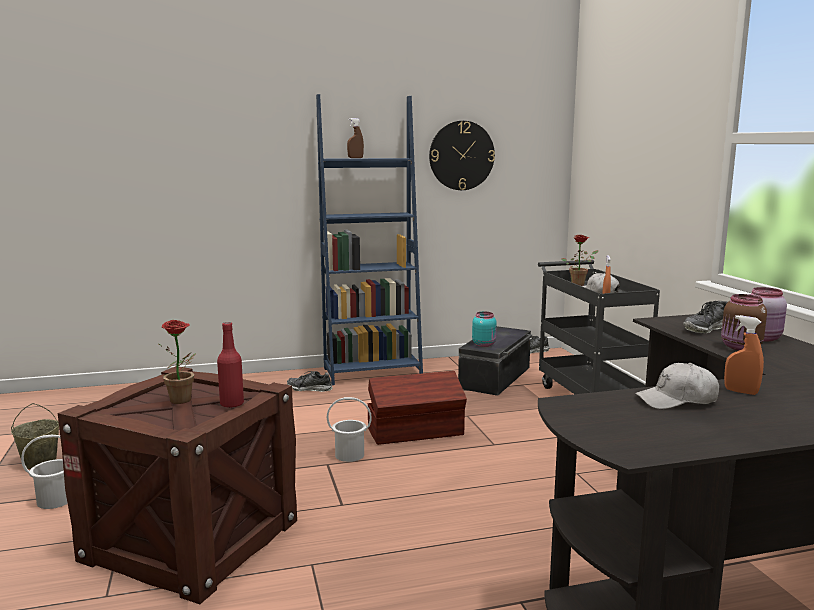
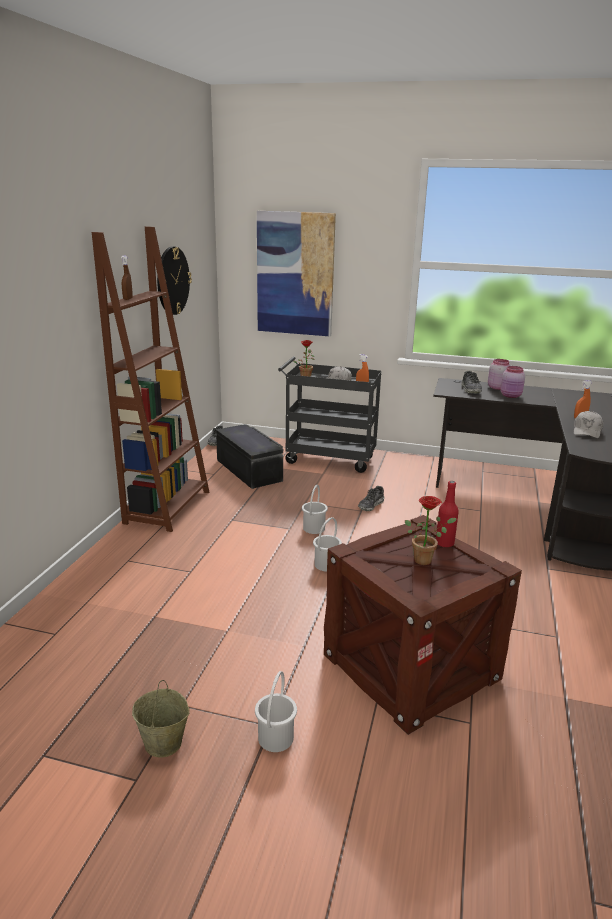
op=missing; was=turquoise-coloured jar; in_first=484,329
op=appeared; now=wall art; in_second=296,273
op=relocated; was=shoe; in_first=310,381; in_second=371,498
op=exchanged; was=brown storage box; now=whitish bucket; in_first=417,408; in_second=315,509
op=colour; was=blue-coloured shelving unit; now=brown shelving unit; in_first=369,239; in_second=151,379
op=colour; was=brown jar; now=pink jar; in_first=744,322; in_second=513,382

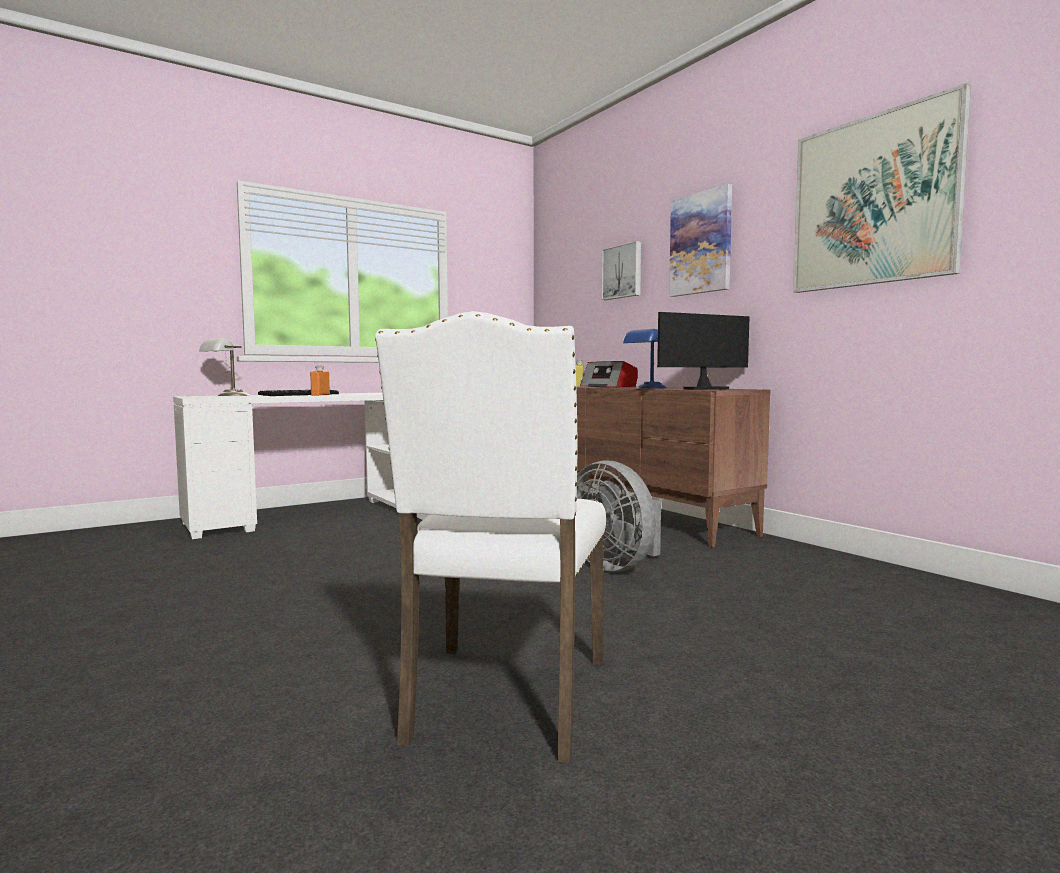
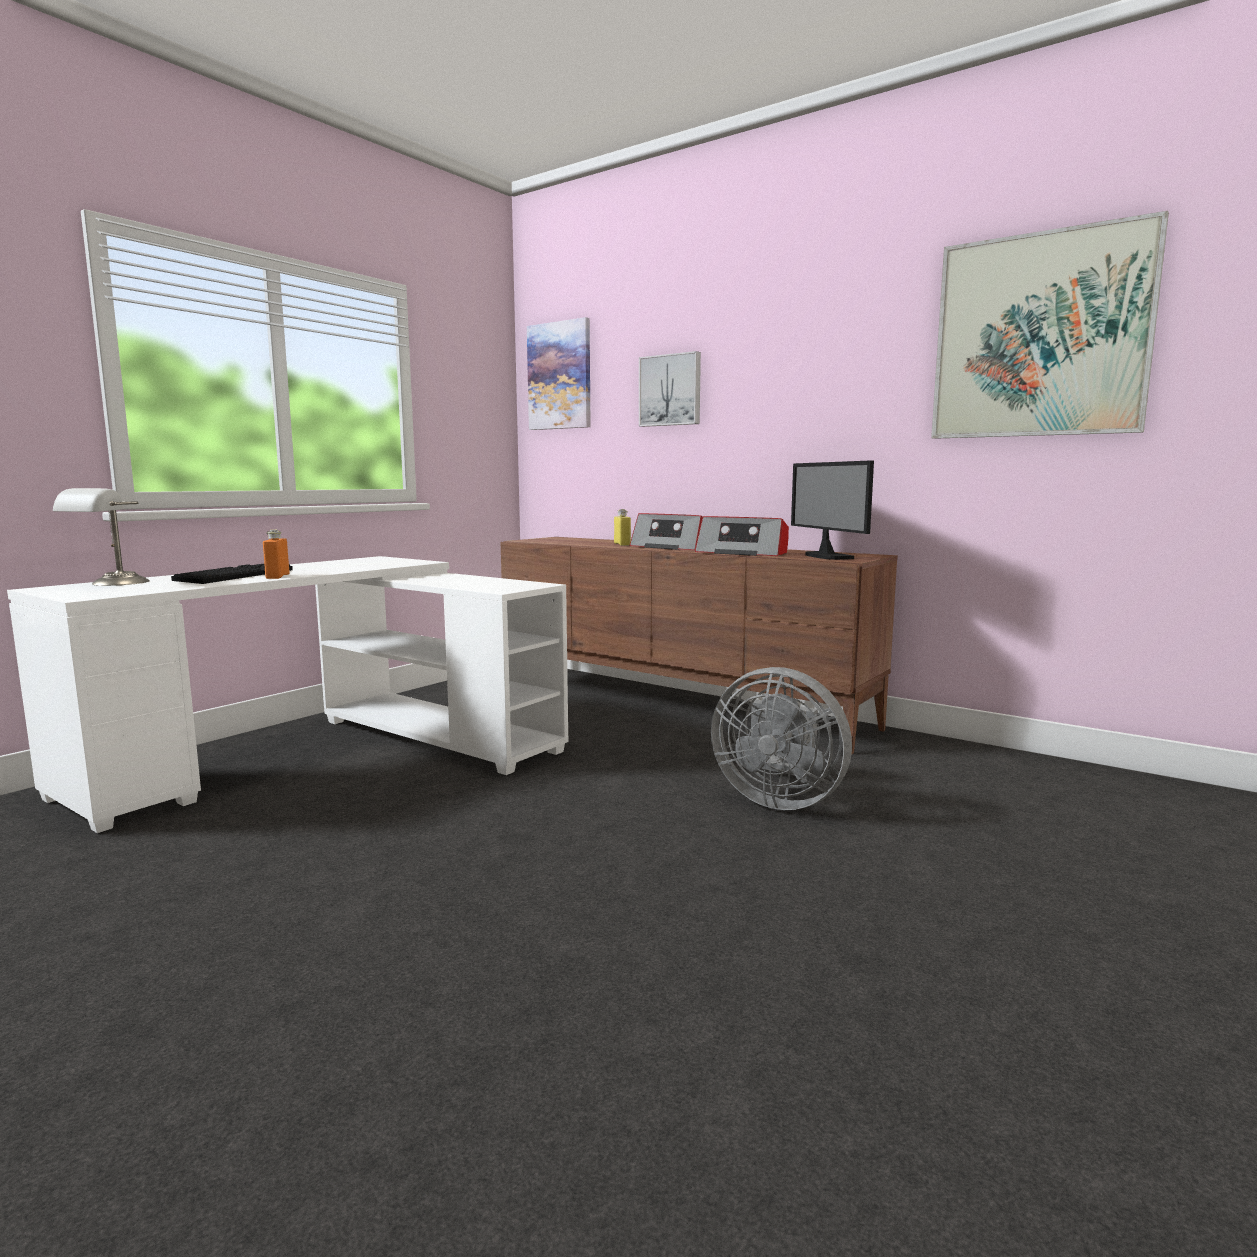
op=missing; was=whitish upright chair; in_first=490,537
op=relocated; was=wall art; in_first=700,240; in_second=559,373
op=exchanged; was=blue-coloured lamp for a table; now=radio set; in_first=645,358; in_second=742,536
op=spun; was=computer screen; in_first=703,351; in_second=832,510; clockwise=-60

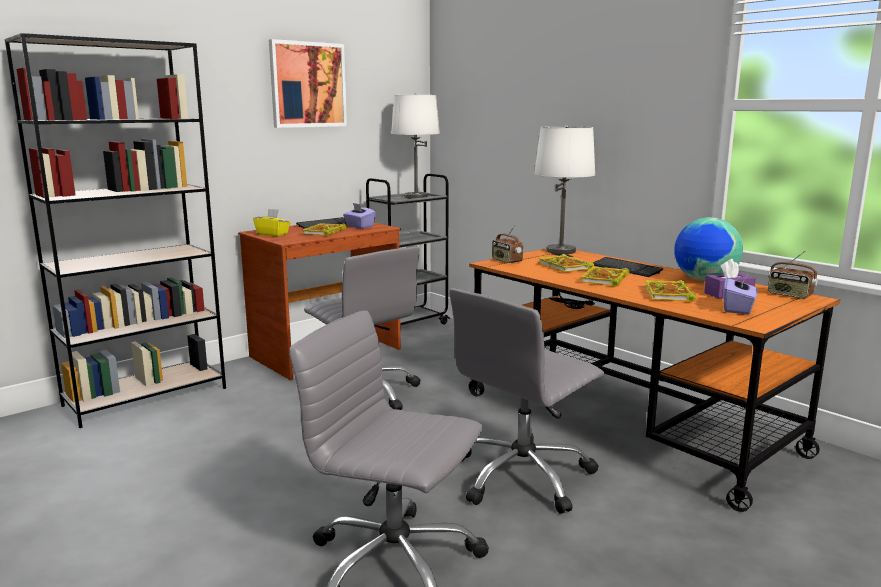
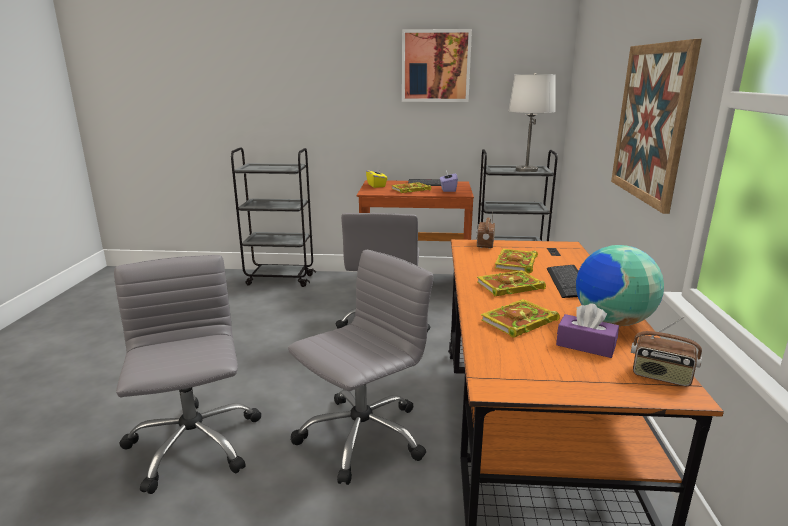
op=missing; was=whitish lamp for a table; in_first=564,189
op=missing; was=purple tissue box; in_first=740,293
op=appeared; now=wall art; in_second=656,126
op=exchanged; was=beige-coloured shelving unit; now=greyish cart; in_first=115,230; in_second=273,217
op=spun; was=greyish desk chair; in_first=526,401; in_second=361,367; clockwise=135
op=spun; was=radio set; in_first=793,275; in_second=666,351; clockwise=-60

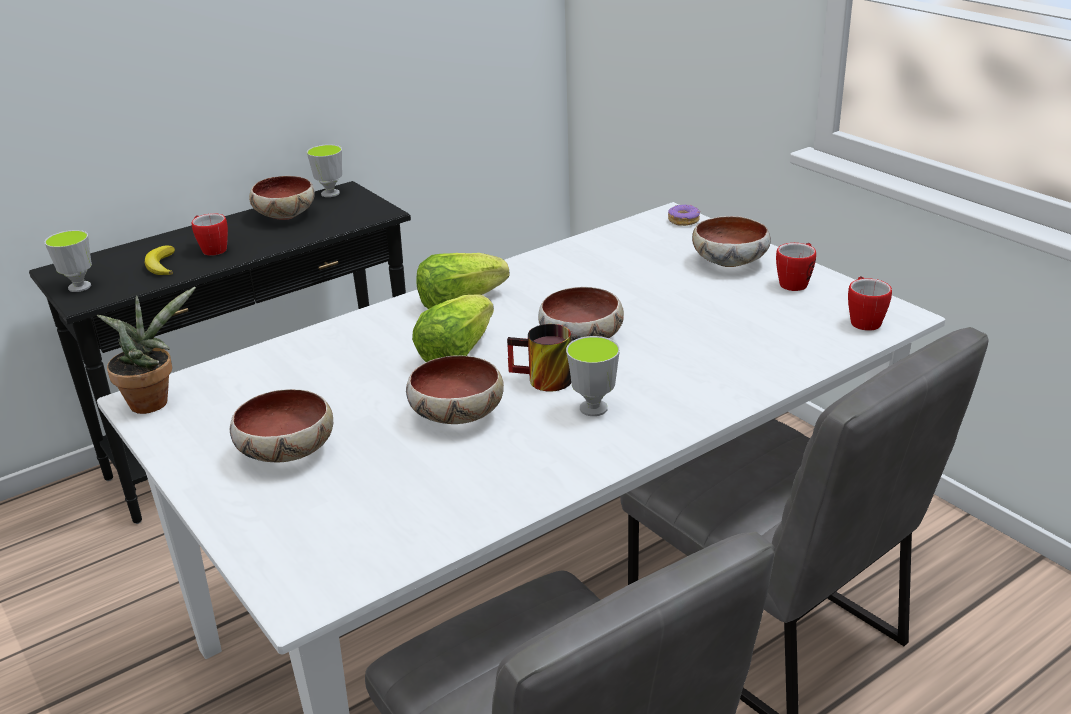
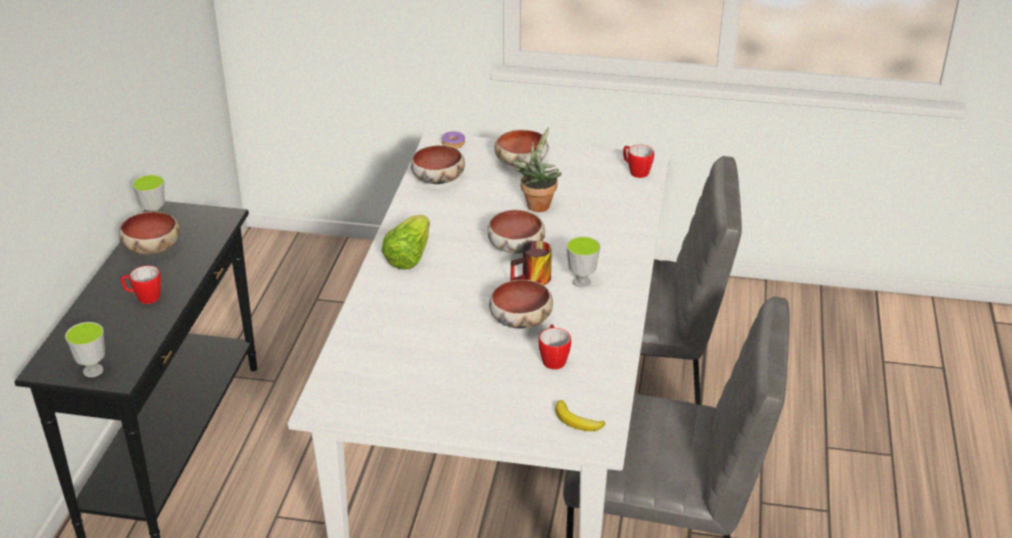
op=missing; was=head of lettuce; in_first=453,328
op=relocated; was=potted plant; in_first=146,350; in_second=537,169
op=relocated; was=banana; in_first=160,260; in_second=580,415
op=relocated; was=bowl; in_first=281,425; in_second=438,164
op=relocated; was=mug; in_first=796,267; in_second=555,346

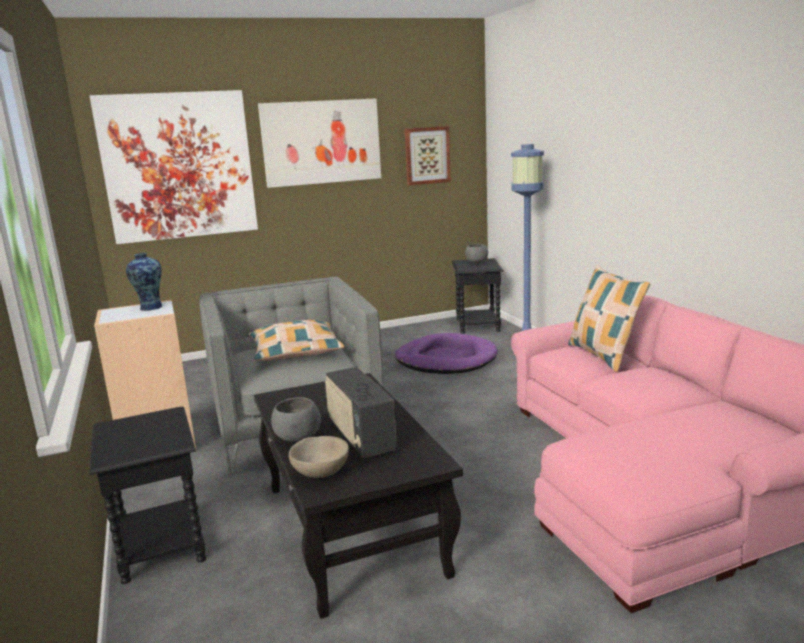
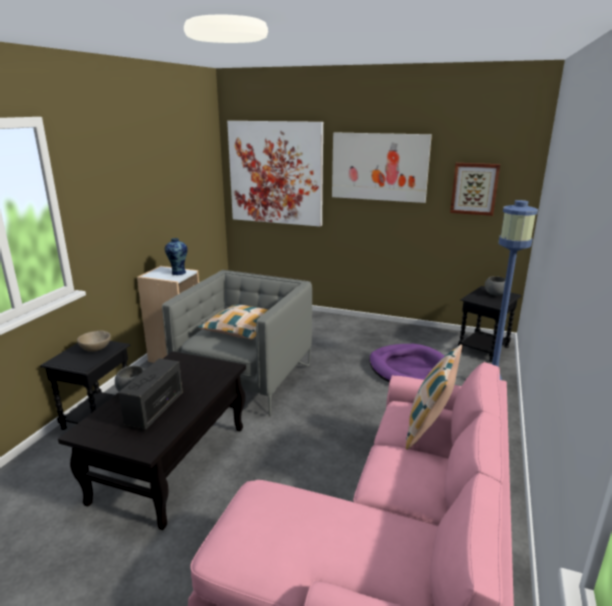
op=relocated; was=beige-coloured bowl; in_first=319,457; in_second=94,341

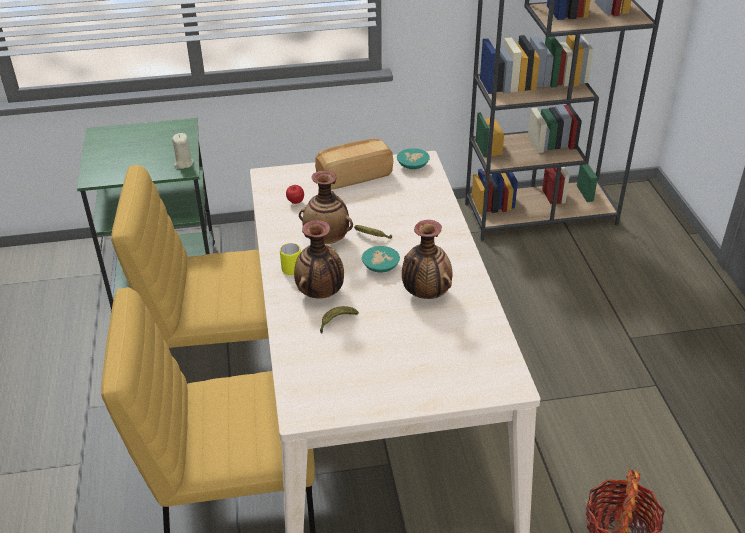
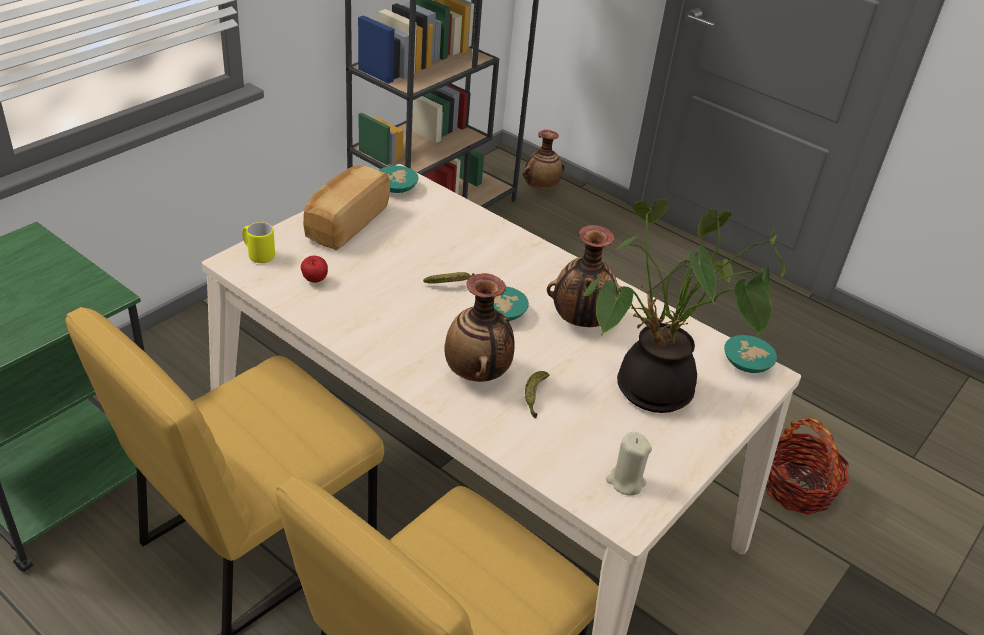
op=appeared; now=potted plant; in_second=684,306
op=appeared; now=turquoise-coloured bowl; in_second=750,354
op=relocated; was=beige-coloured wax light; in_first=182,151; in_second=629,464
op=relocated; was=yellowish mug; in_first=290,259; in_second=258,242
op=relocated; was=decorative vase; in_first=326,207; in_second=544,160

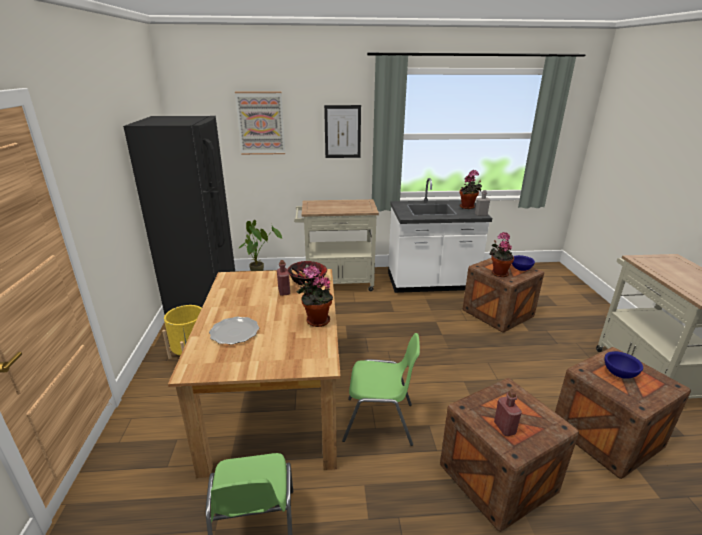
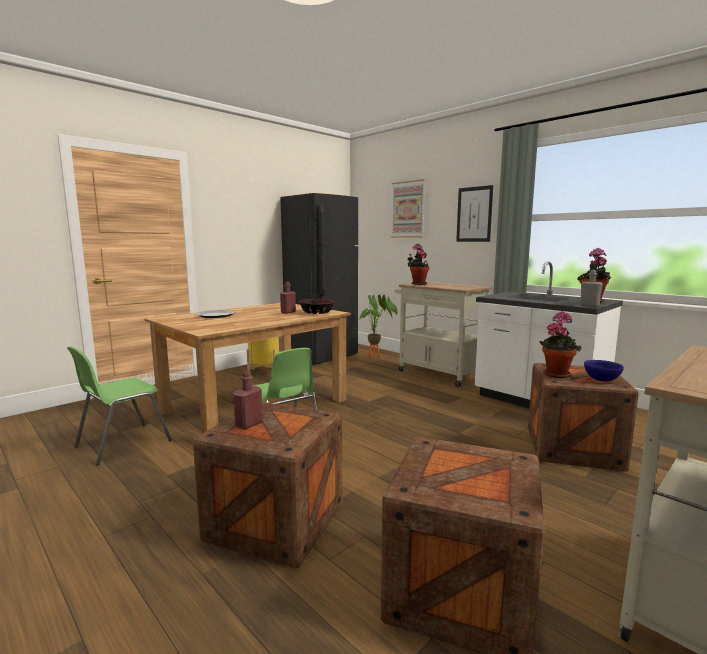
op=missing; was=blue-coloured bowl; in_first=624,365
op=relocated; was=potted plant; in_first=315,296; in_second=418,264

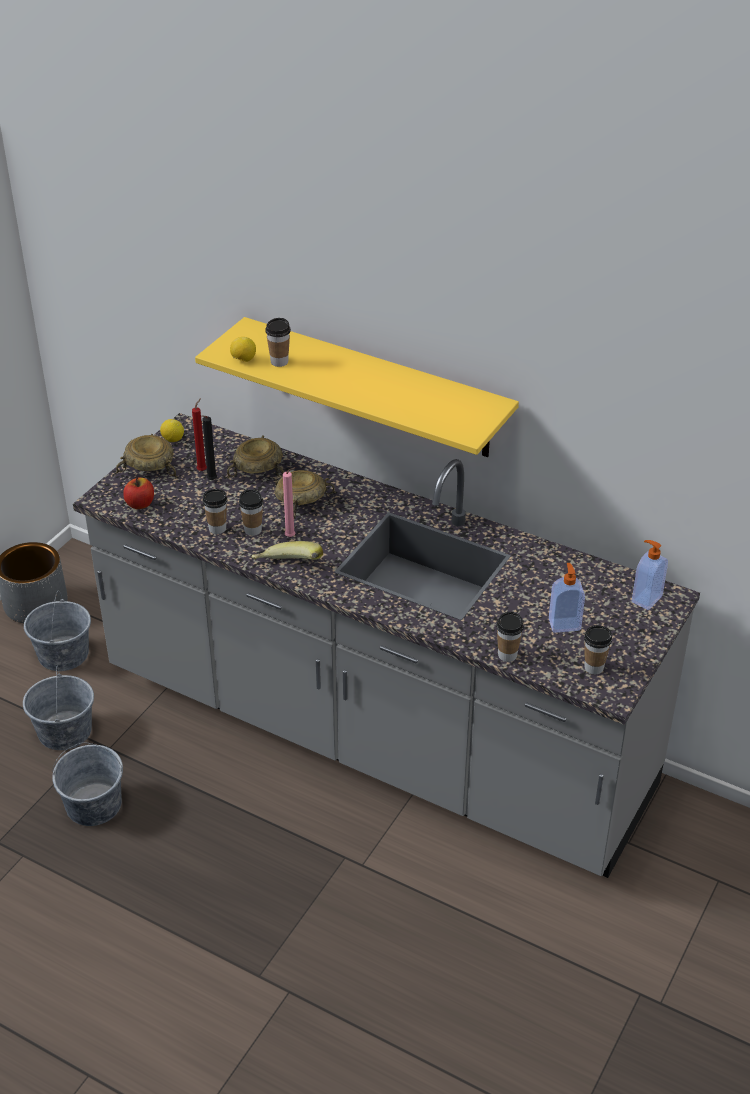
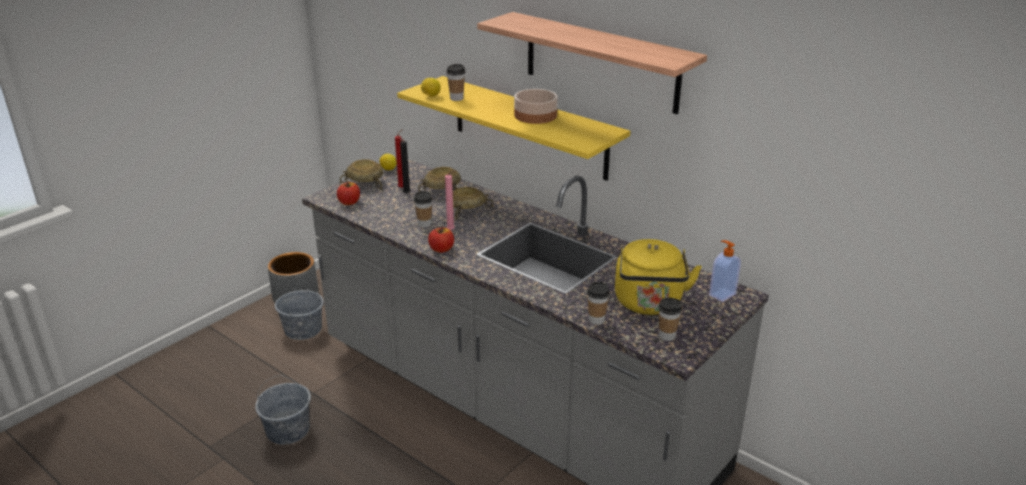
op=missing; was=greyish bucket; in_first=58,708
op=missing; was=small cup; in_first=214,511
op=appeared; now=bracket shelf; in_second=592,63
op=appeared; now=bowl; in_second=536,106
op=exchanged; was=banana; now=apple fruit; in_first=287,550; in_second=441,239
op=exchanged; was=soap bottle; now=yellowish kettle; in_first=567,598; in_second=658,277

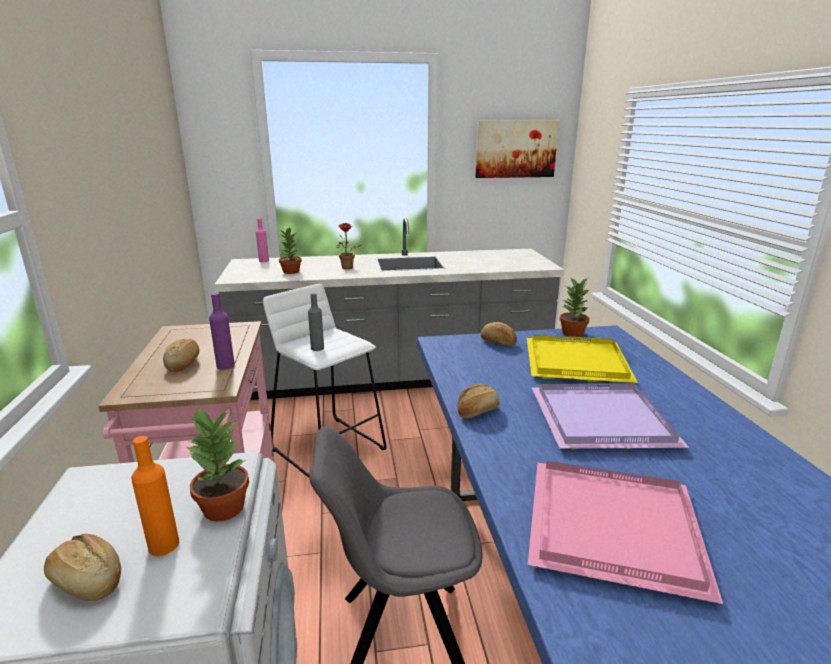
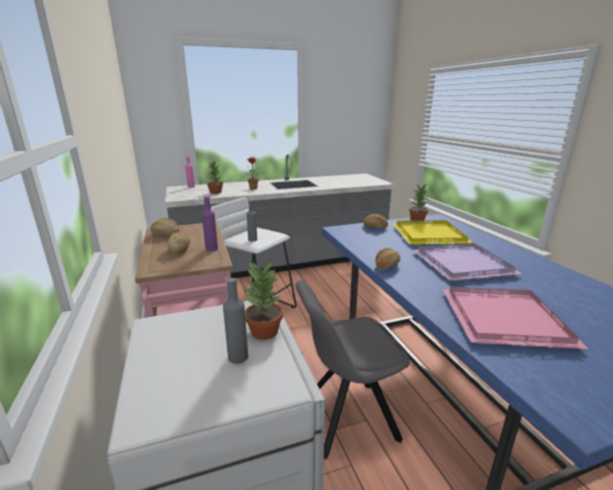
op=missing; was=wall art; in_first=517,149
op=relocated; was=bakery bread; in_first=82,567; in_second=165,227
op=colour; was=orangey drink bottle; now=greyish drink bottle; in_first=155,496; in_second=235,321

